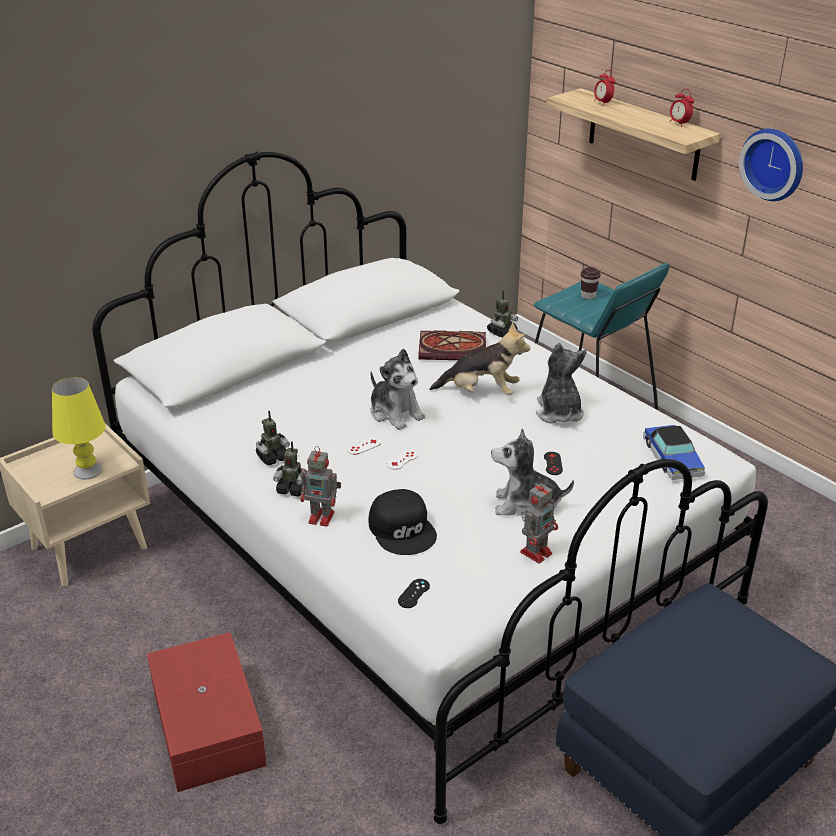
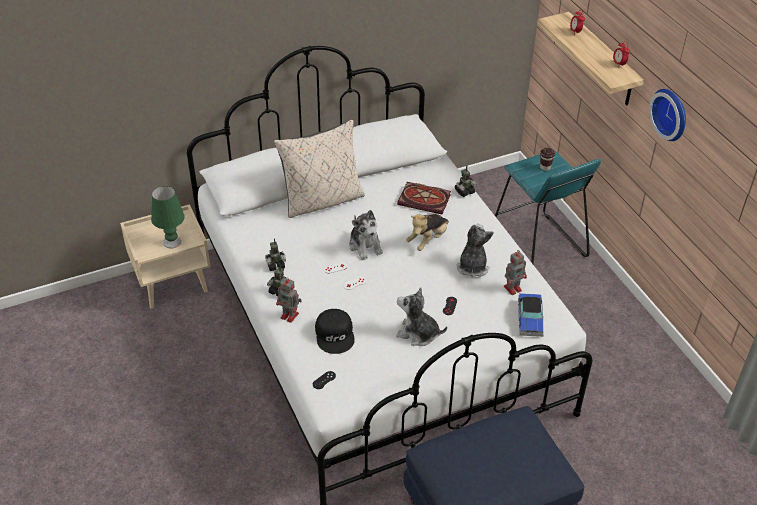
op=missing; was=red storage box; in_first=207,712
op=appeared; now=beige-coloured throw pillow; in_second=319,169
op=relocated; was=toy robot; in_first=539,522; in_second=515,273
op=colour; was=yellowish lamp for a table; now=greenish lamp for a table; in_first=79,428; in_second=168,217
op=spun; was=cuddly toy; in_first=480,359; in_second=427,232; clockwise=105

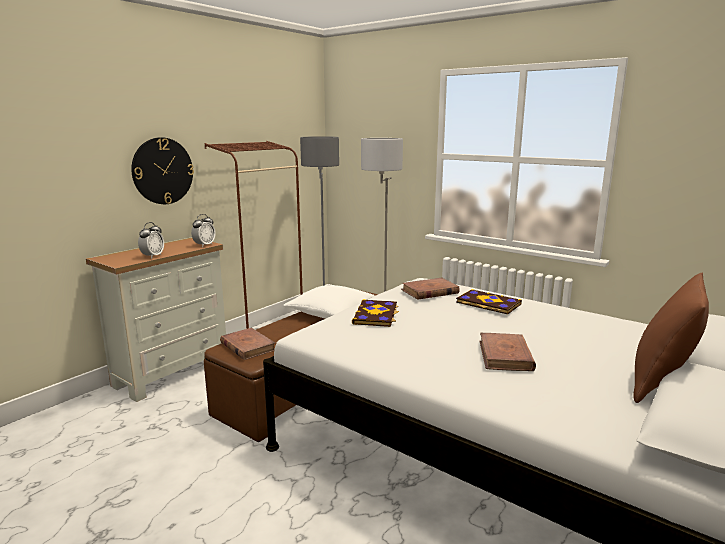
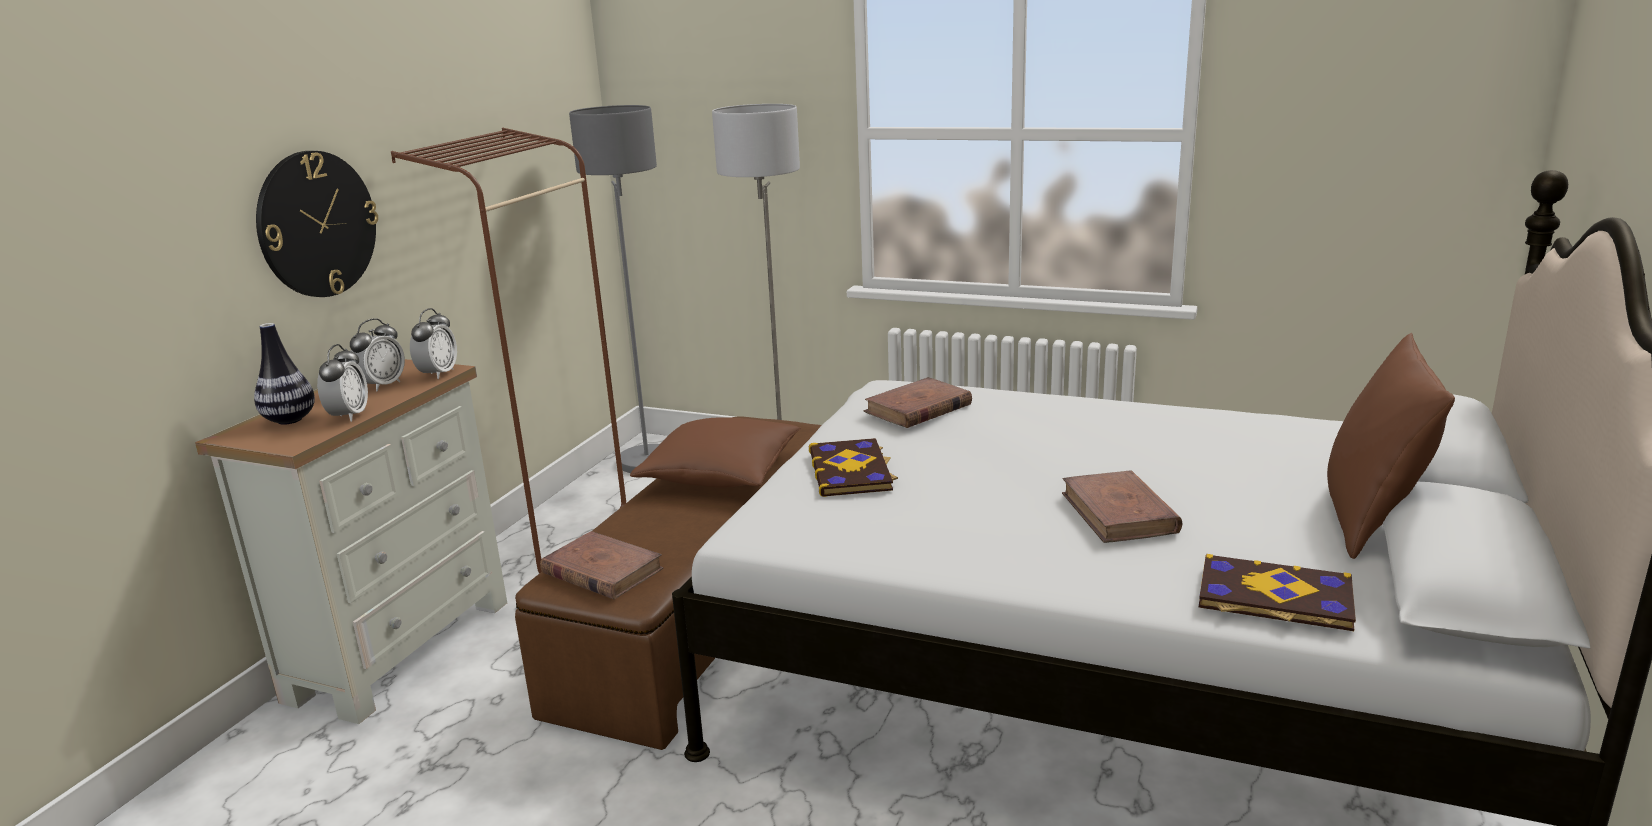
op=appeared; now=decorative vase; in_second=284,374
op=appeared; now=alarm clock; in_second=377,354
op=relocated; was=bound book; in_first=489,301; in_second=1277,592
op=colour; was=whitish throw pillow; now=brown throw pillow; in_first=329,302; in_second=715,452

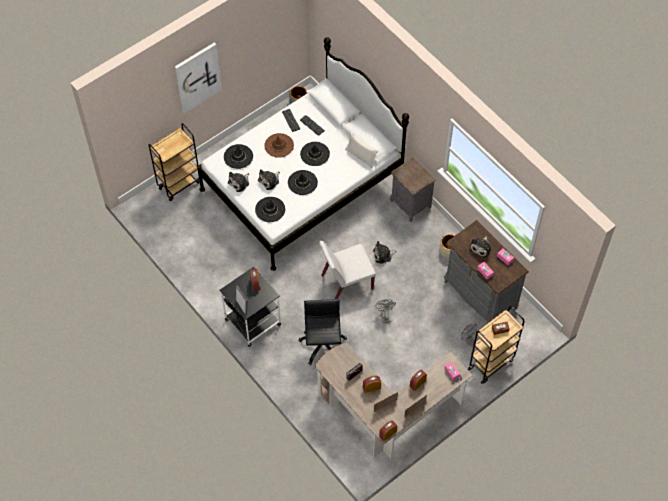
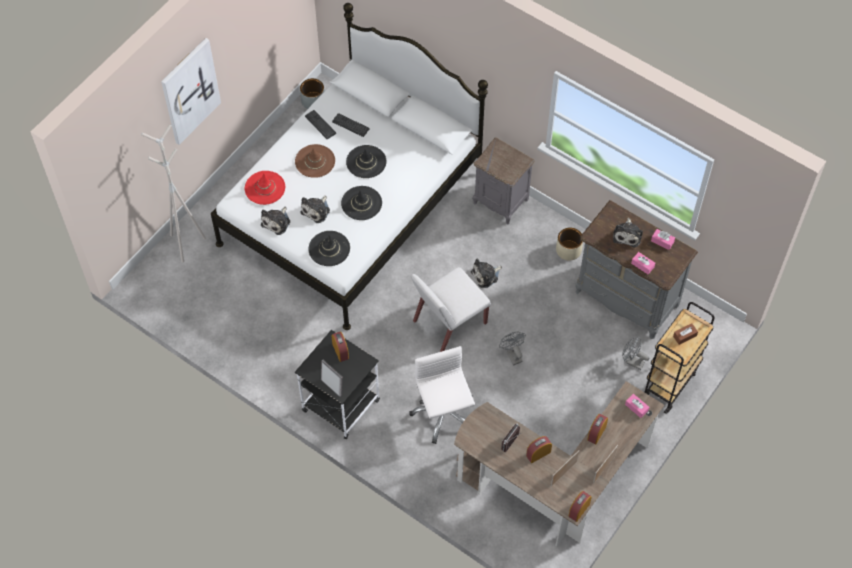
op=missing; was=whitish throw pillow; in_first=361,150
op=exchanged; was=brown cart; now=greyish clothes rack; in_first=174,162; in_second=173,193
op=colour; was=black wearable hat; now=red wearable hat; in_first=238,156; in_second=265,188
op=colour; was=black desk chair; now=whitish desk chair; in_first=322,332; in_second=442,395

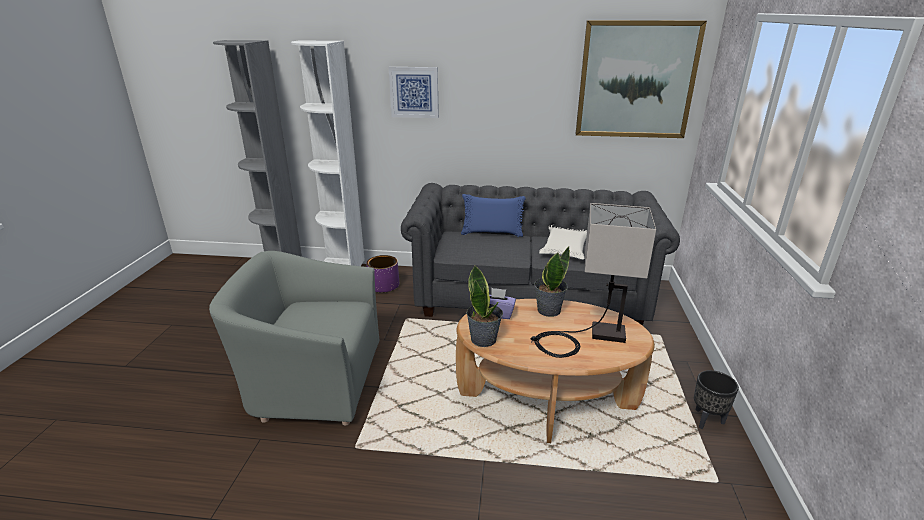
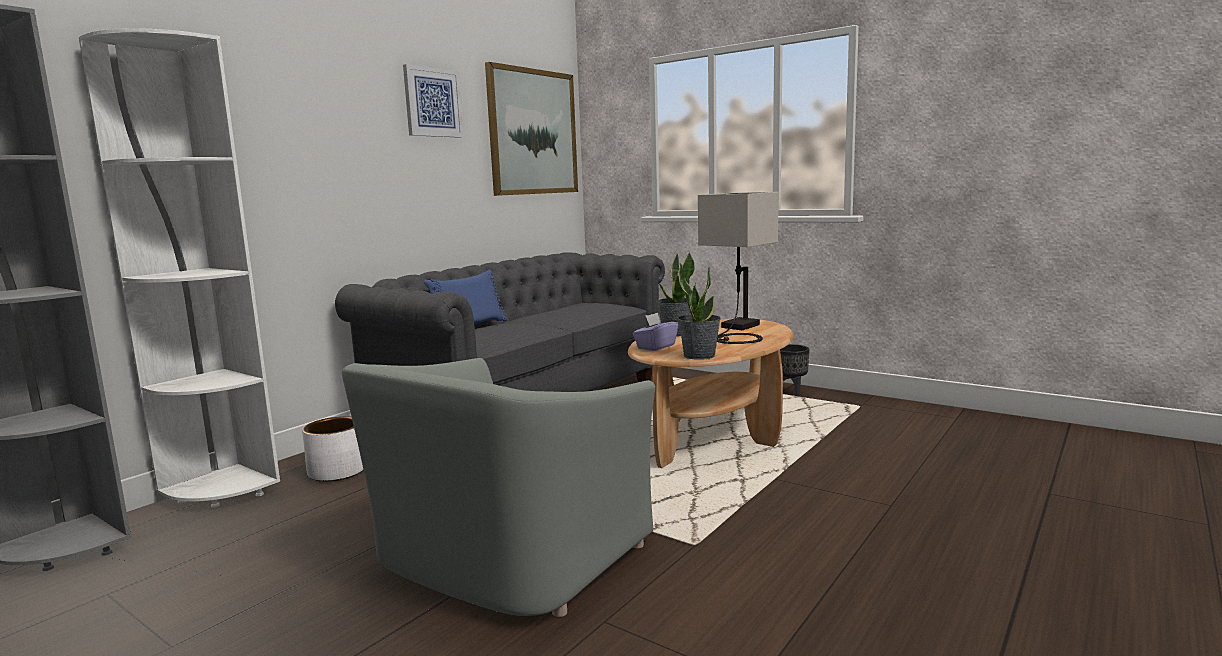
op=missing; was=whitish throw pillow; in_first=563,242
op=relocated; was=wall art; in_first=414,92; in_second=433,101
op=colour; was=purple planter; now=whitish planter; in_first=382,274; in_second=332,449

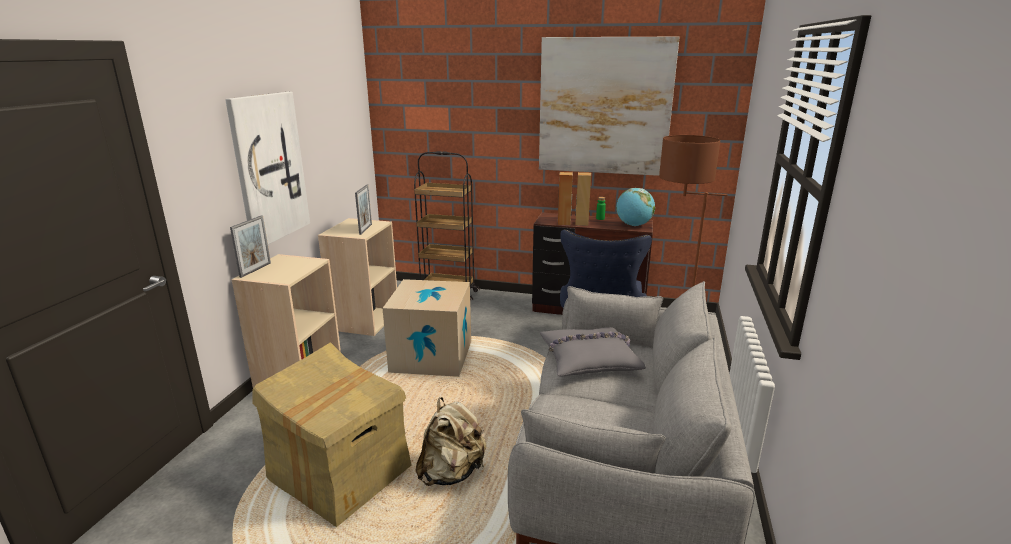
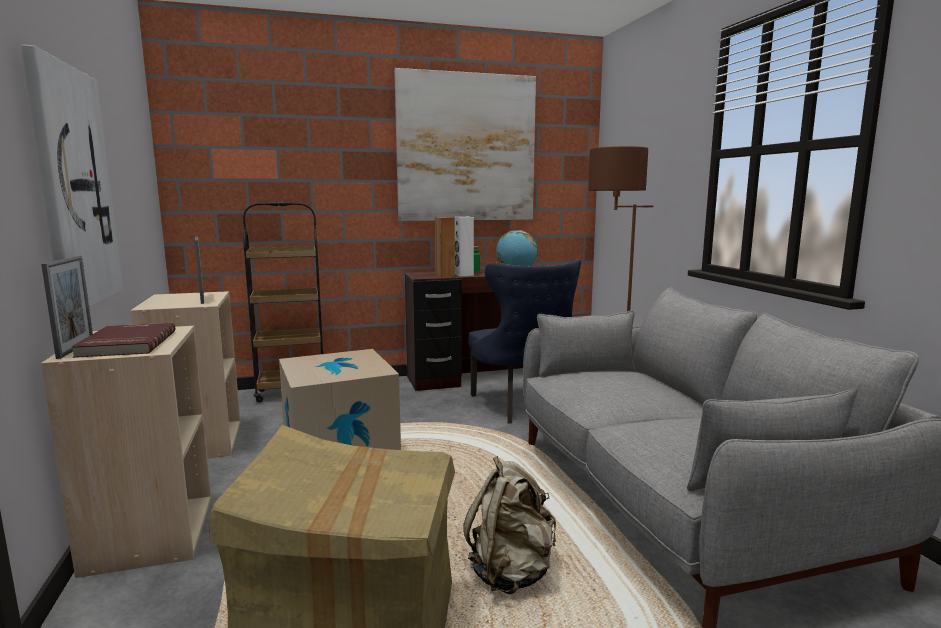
op=missing; was=greyish throw pillow; in_first=593,351
op=appeared; now=red bound book; in_second=123,340
op=colour; was=brown audio speaker; now=whitish audio speaker; in_first=583,199; in_second=464,246

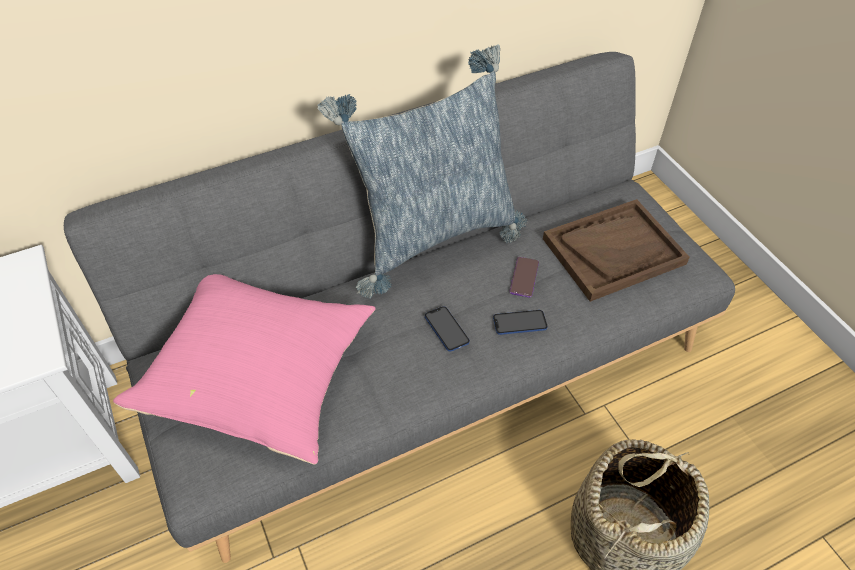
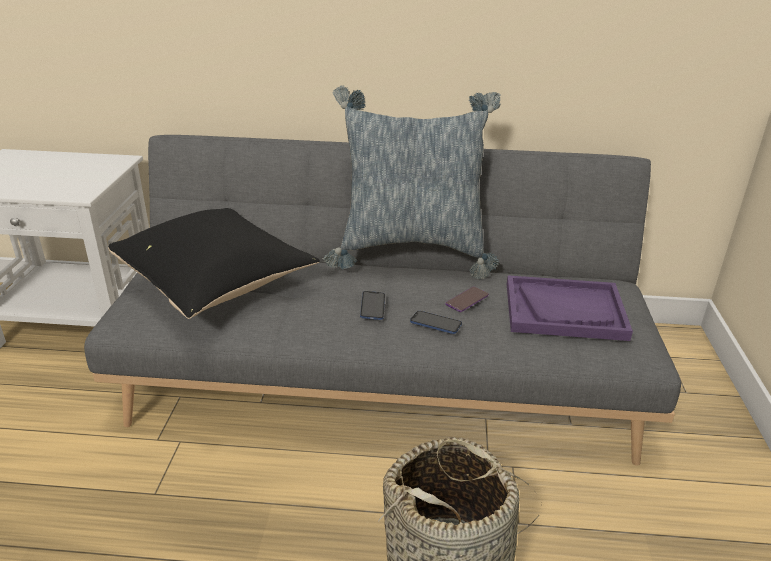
op=colour; was=pink throw pillow; now=black throw pillow; in_first=244,369; in_second=214,263
op=colour; was=brown serving tray; now=purple serving tray; in_first=616,250; in_second=570,308

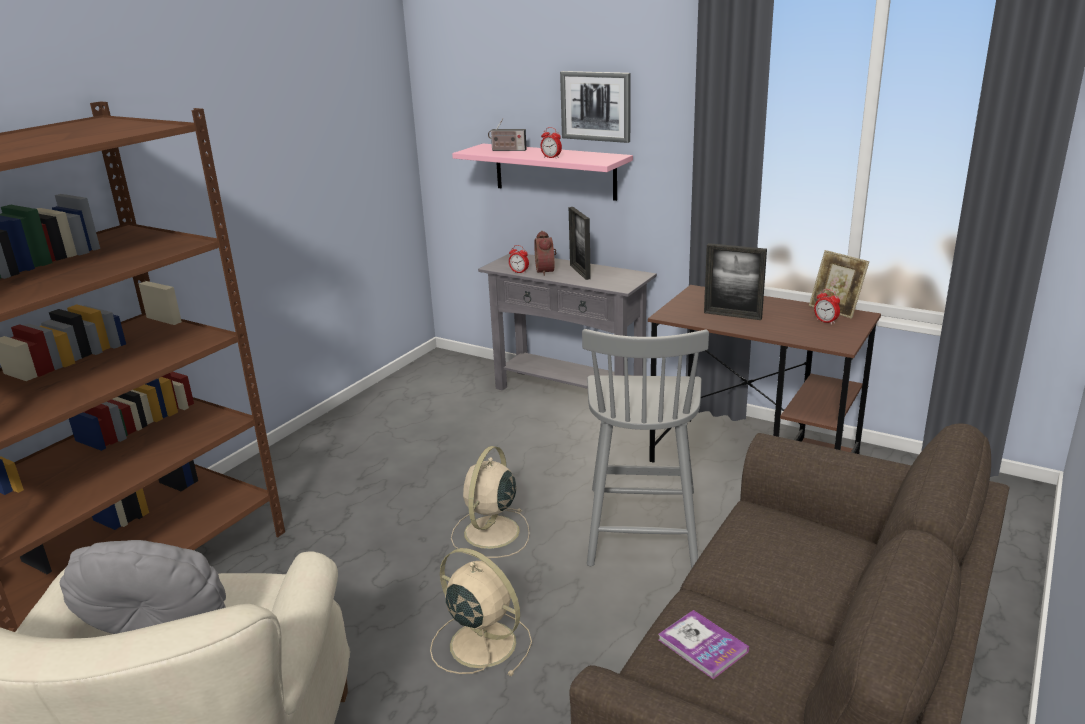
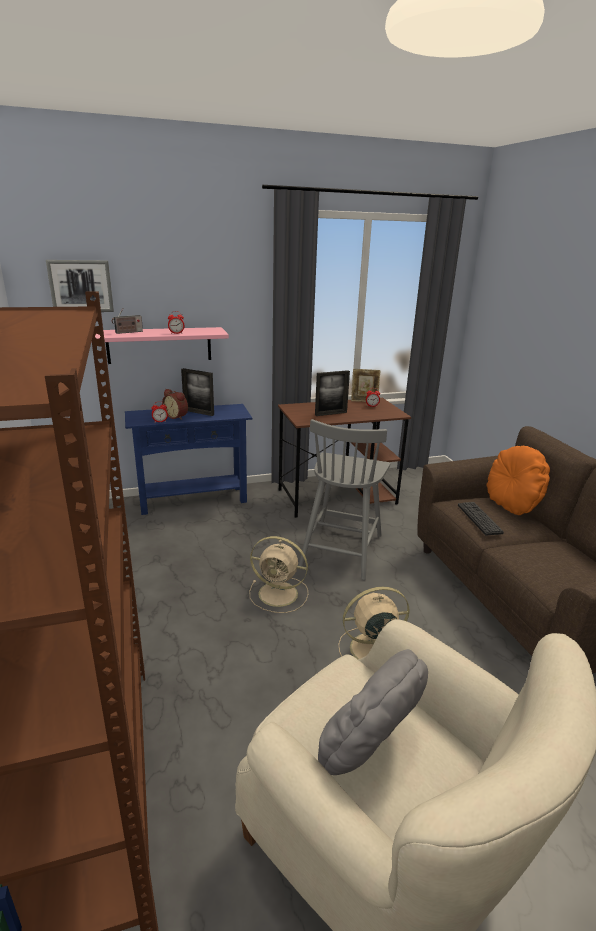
op=missing; was=bound book; in_first=703,644
op=appeared; now=computer keyboard; in_second=481,518
op=appeared; now=orangey throw pillow; in_second=518,480
op=relocated; was=wall art; in_first=595,107; in_second=80,286
op=colour; was=greyish console table; now=blue-coloured console table; in_first=567,321; in_second=188,459
op=spun; was=beige-coloured cooling fan; in_first=490,502; in_second=278,574; clockwise=-45
op=spun; was=greyish upright chair; in_first=645,448; in_second=344,499; clockwise=60

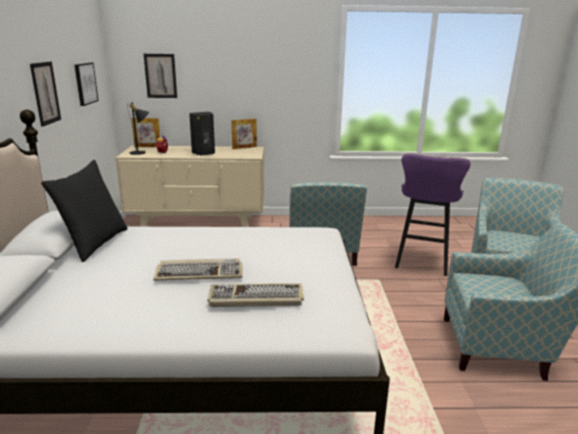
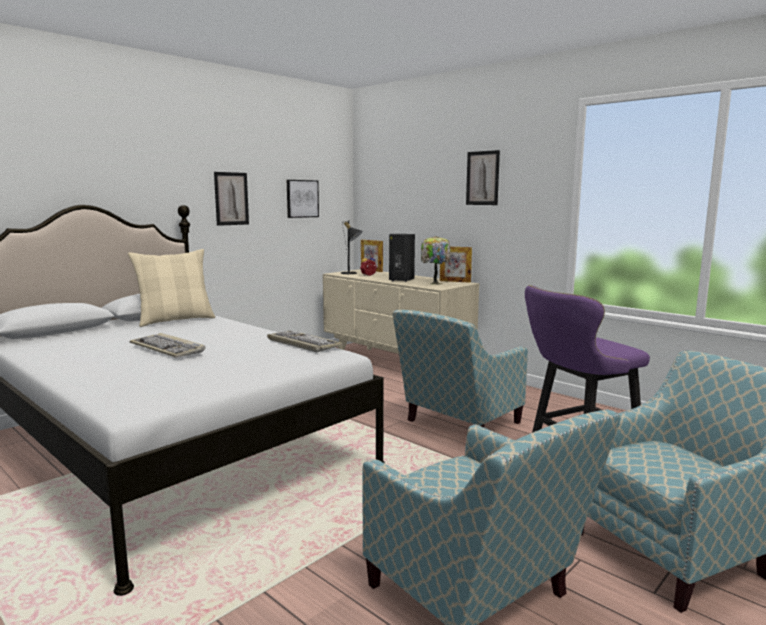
op=appeared; now=lamp for a table; in_second=436,260
op=relocated; was=wall art; in_first=160,76; in_second=483,177
op=relocated; was=computer keyboard; in_first=255,295; in_second=304,341
op=colour; was=black throw pillow; now=beige-coloured throw pillow; in_first=84,211; in_second=171,288

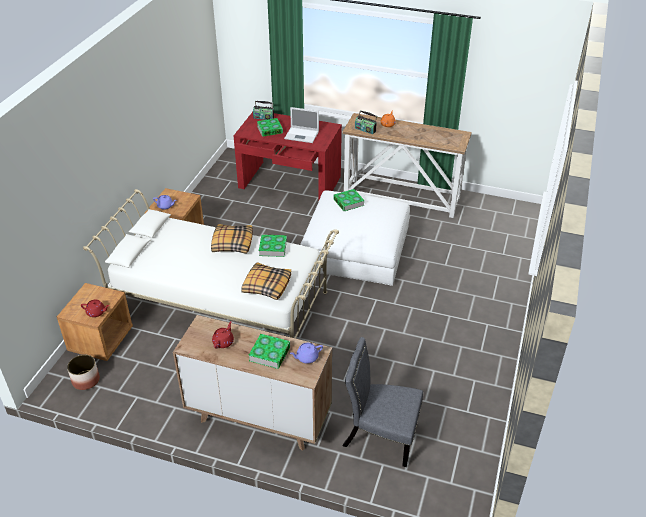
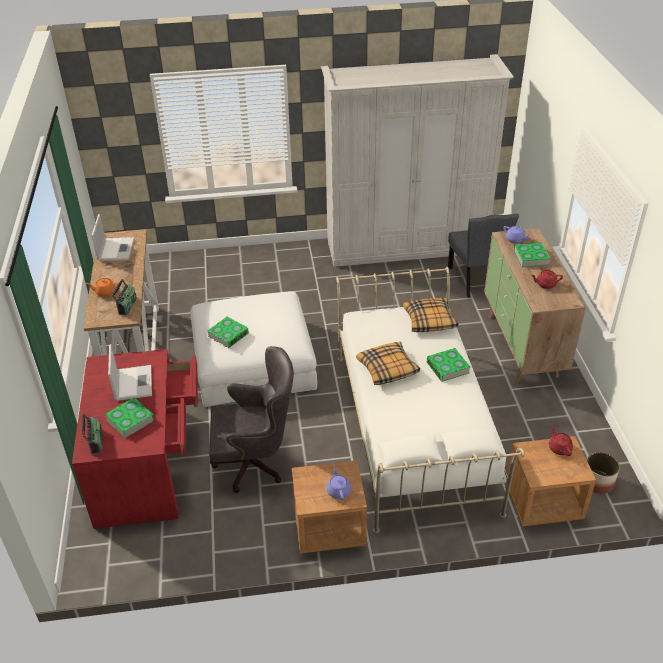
op=appeared; now=notebook computer; in_second=112,237
op=appeared; now=greyish desk chair; in_second=251,419
op=appeared; now=whitish armoire; in_second=417,160
op=relocated; was=bound book; in_first=273,245; in_second=448,365

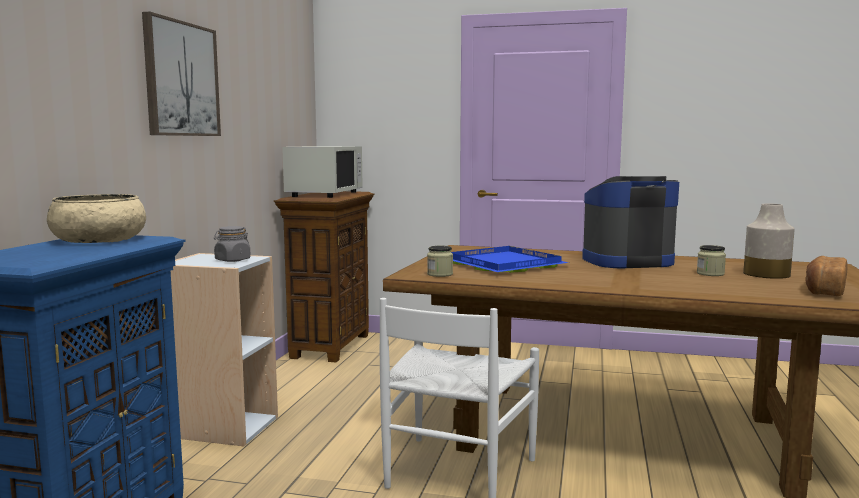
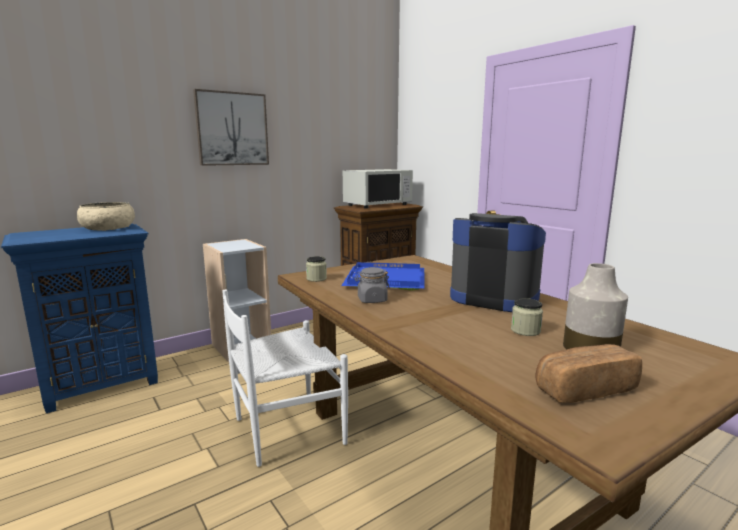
op=relocated; was=greyish jar; in_first=232,244; in_second=372,285

